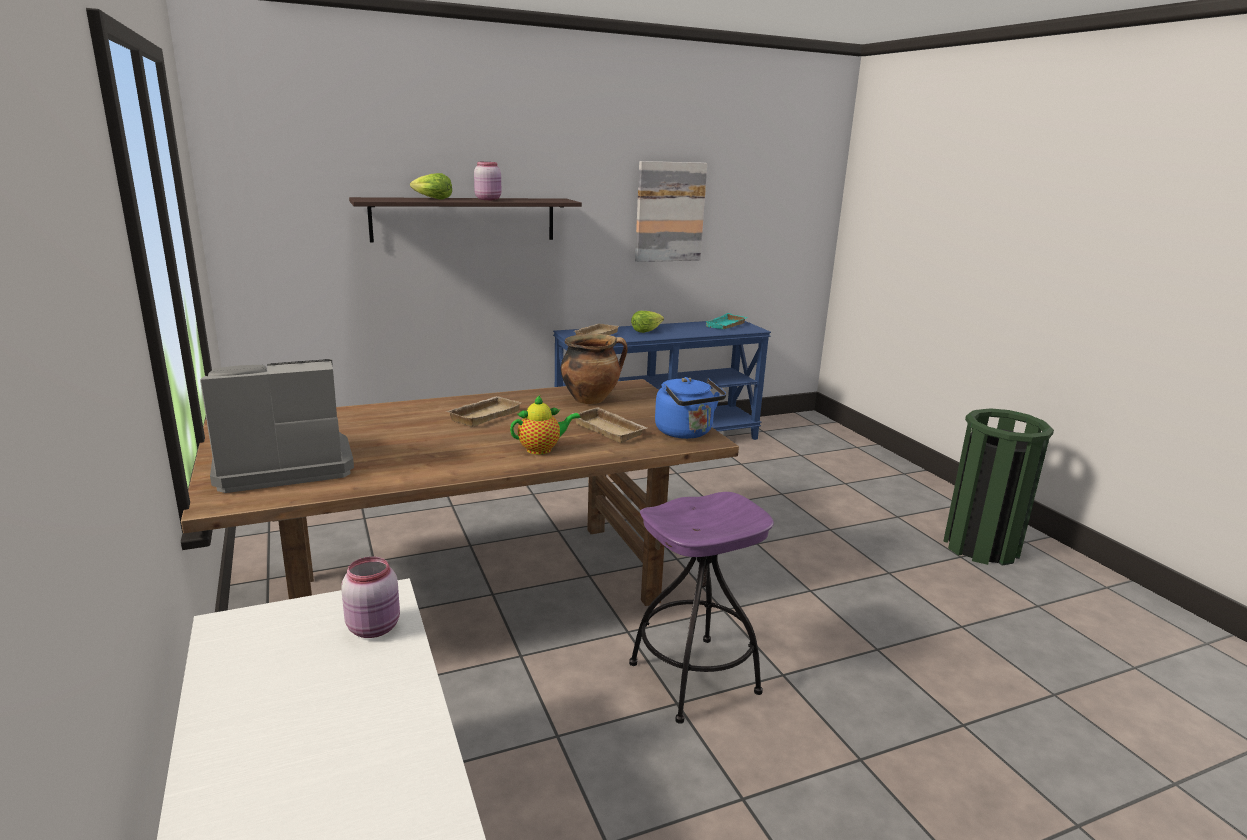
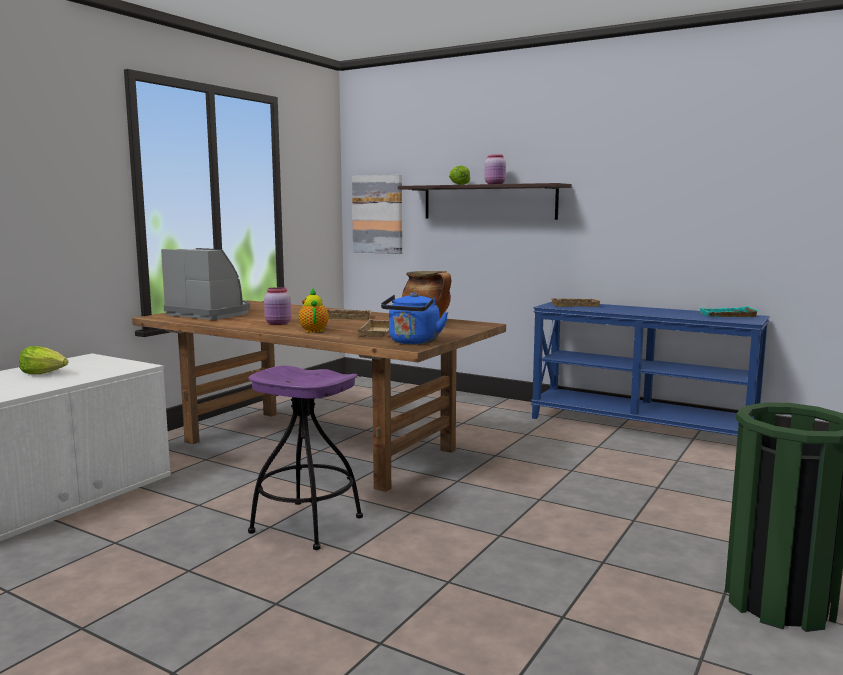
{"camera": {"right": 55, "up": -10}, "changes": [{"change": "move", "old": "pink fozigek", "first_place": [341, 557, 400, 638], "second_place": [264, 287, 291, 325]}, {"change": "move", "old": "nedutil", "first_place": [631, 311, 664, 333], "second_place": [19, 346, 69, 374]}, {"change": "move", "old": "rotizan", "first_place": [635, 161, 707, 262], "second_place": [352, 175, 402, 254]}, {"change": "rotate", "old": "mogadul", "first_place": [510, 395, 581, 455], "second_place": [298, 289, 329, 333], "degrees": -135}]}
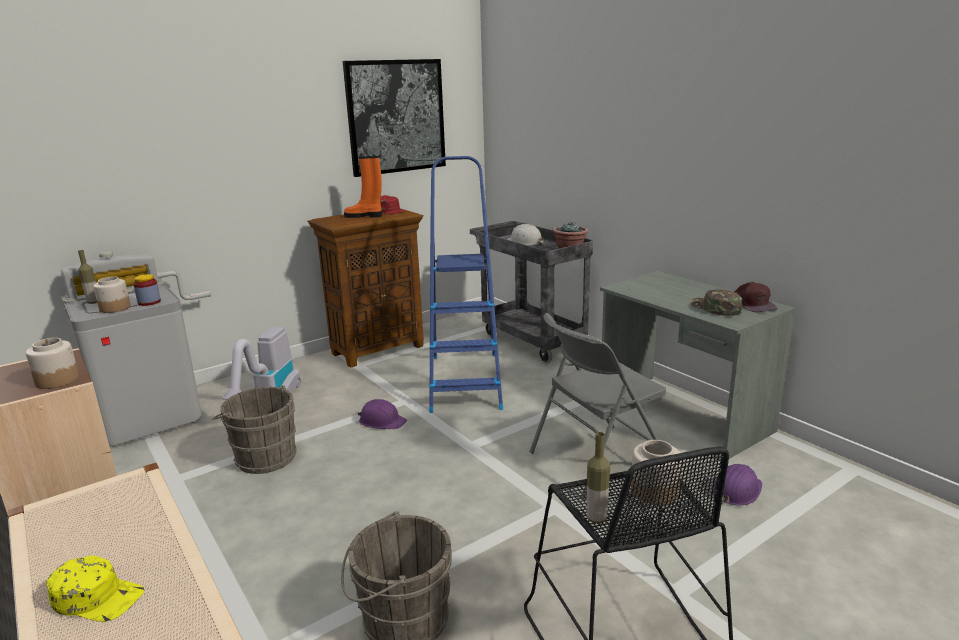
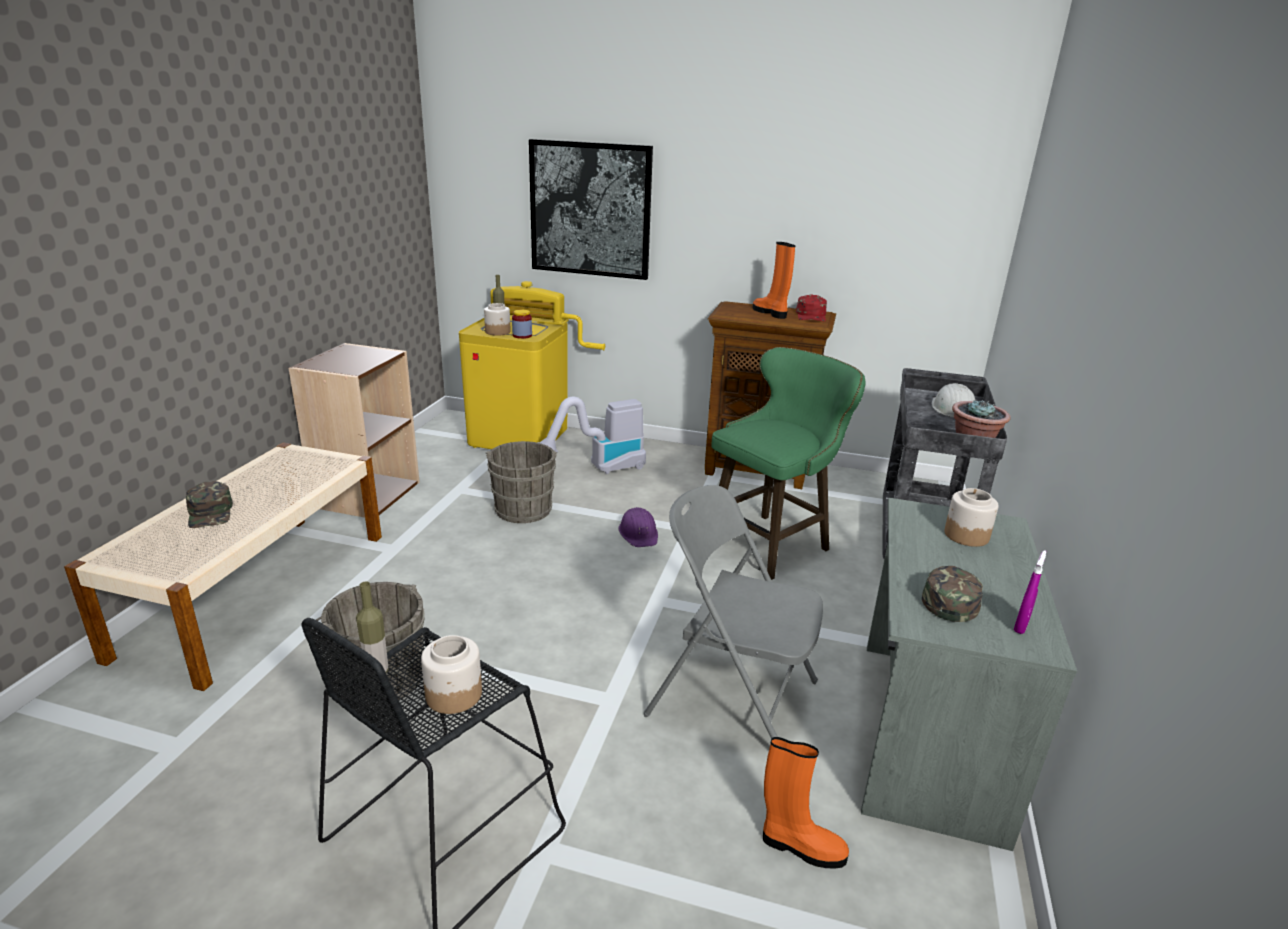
{"camera": {"right": 50, "up": 5}, "changes": [{"change": "move", "old": "fozigek", "first_place": [26, 338, 79, 389], "second_place": [944, 488, 999, 547]}, {"change": "move", "old": "rotizan", "first_place": [343, 59, 446, 177], "second_place": [529, 139, 653, 280]}, {"change": "replace", "old": "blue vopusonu", "new": "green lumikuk", "first_place": [429, 156, 503, 413], "second_place": [712, 347, 866, 580]}, {"change": "replace", "old": "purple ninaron", "new": "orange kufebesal", "first_place": [713, 464, 762, 506], "second_place": [763, 737, 849, 868]}, {"change": "replace", "old": "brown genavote", "new": "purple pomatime", "first_place": [735, 282, 778, 312], "second_place": [1014, 550, 1046, 634]}, {"change": "recolor", "old": "yellow genavote", "new": "green genavote", "first_place": [46, 555, 145, 622], "second_place": [186, 481, 233, 528]}, {"change": "recolor", "old": "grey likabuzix", "new": "yellow likabuzix", "first_place": [61, 251, 211, 447], "second_place": [459, 281, 605, 449]}]}
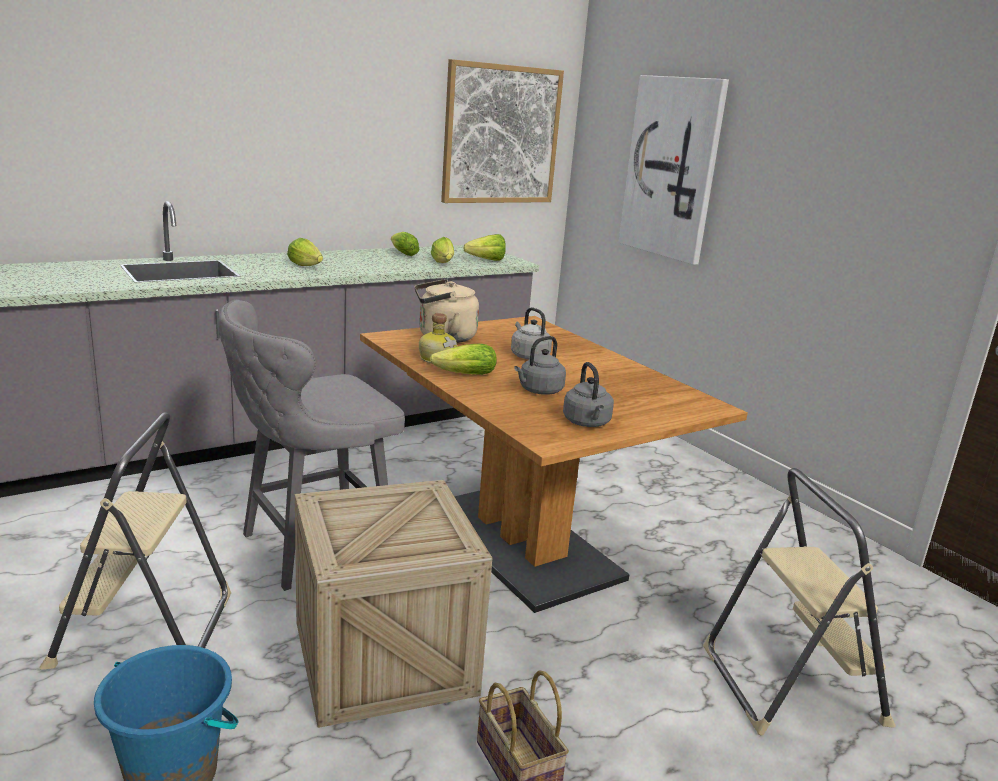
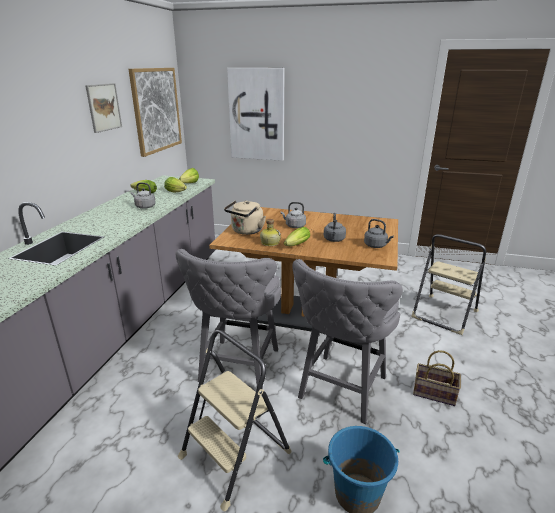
{"camera": {"right": -40, "up": 5}, "changes": [{"change": "delete", "old": "nedutil", "first_place": [287, 238, 323, 266]}, {"change": "insert", "new": "rotizan", "second_place": [85, 83, 122, 133]}, {"change": "insert", "new": "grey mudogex", "second_place": [131, 183, 156, 209]}, {"change": "replace", "old": "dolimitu", "new": "grey lumikuk", "first_place": [295, 480, 492, 728], "second_place": [292, 259, 403, 424]}]}
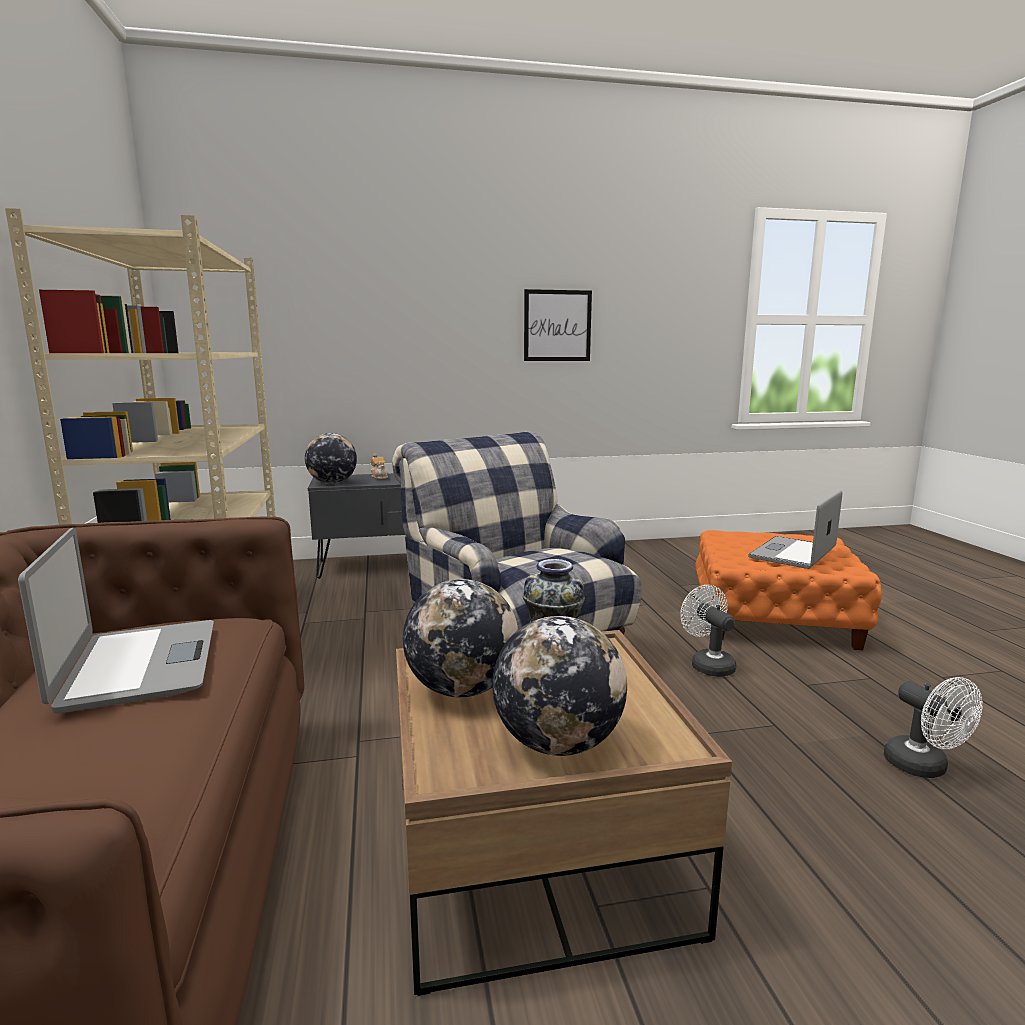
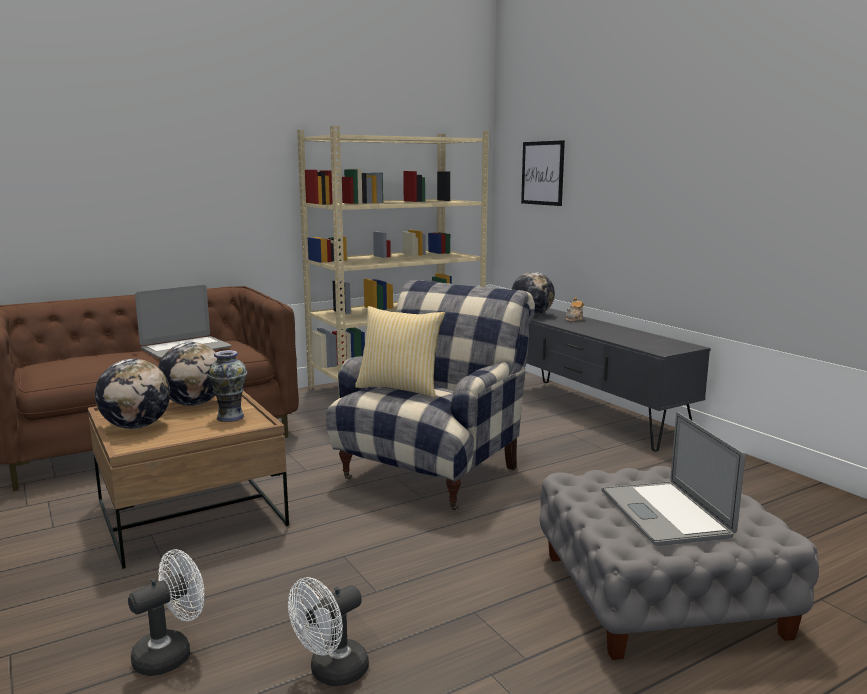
{"camera": {"right": 70, "up": 0}, "changes": [{"change": "insert", "new": "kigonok", "second_place": [355, 306, 445, 398]}, {"change": "move", "old": "rotizan", "first_place": [524, 289, 592, 361], "second_place": [521, 140, 565, 206]}, {"change": "move", "old": "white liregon", "first_place": [680, 585, 736, 677], "second_place": [128, 549, 204, 676]}, {"change": "recolor", "old": "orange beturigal", "new": "grey beturigal", "first_place": [695, 530, 882, 650], "second_place": [539, 466, 819, 660]}, {"change": "rotate", "old": "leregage", "first_place": [748, 490, 842, 569], "second_place": [601, 412, 745, 546], "degrees": -120}]}
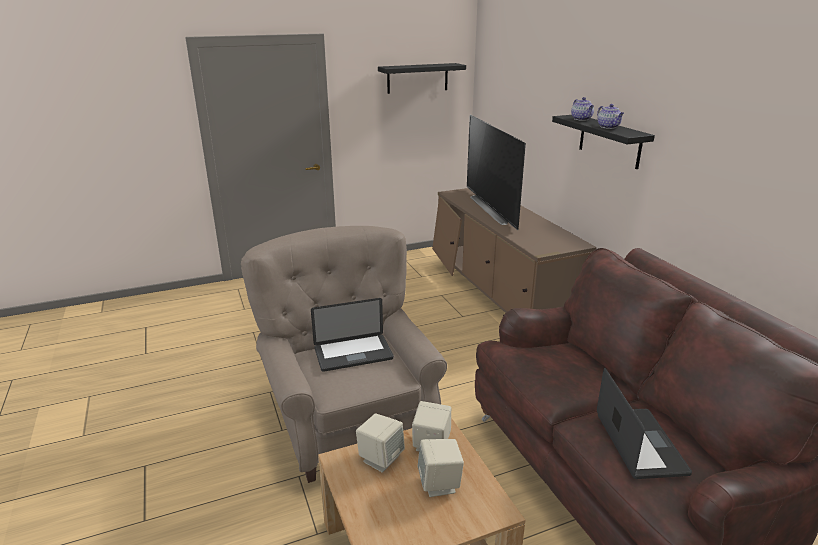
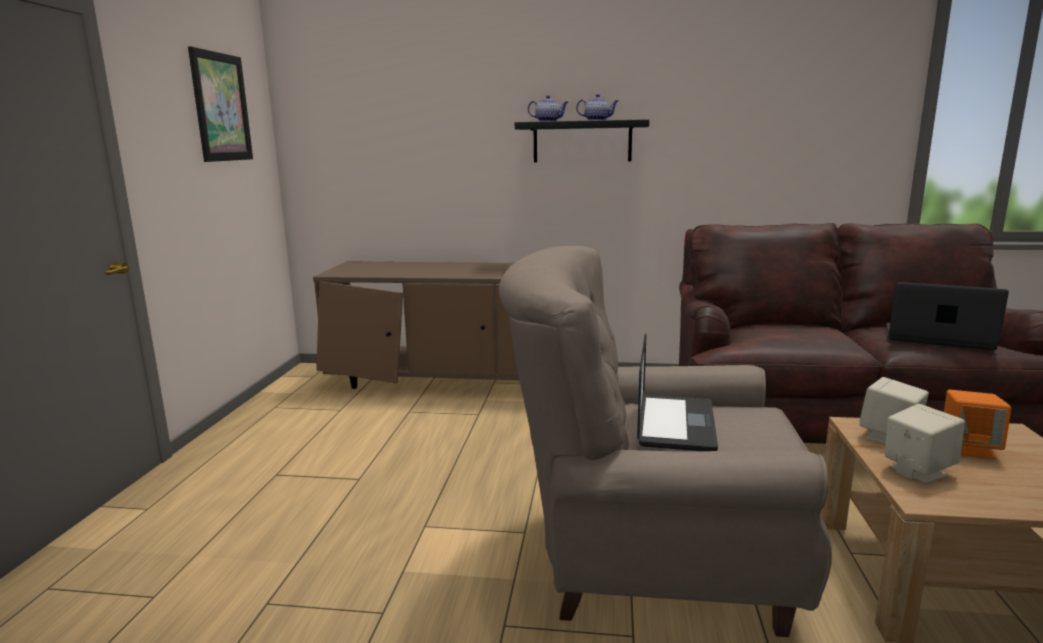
{"camera": {"right": -60, "up": -10}, "changes": [{"change": "delete", "old": "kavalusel", "first_place": [467, 115, 526, 230]}, {"change": "replace", "old": "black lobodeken", "new": "rotizan", "first_place": [378, 63, 466, 94], "second_place": [188, 46, 253, 162]}, {"change": "recolor", "old": "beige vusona", "new": "orange vusona", "first_place": [418, 439, 464, 497], "second_place": [944, 390, 1012, 459]}]}
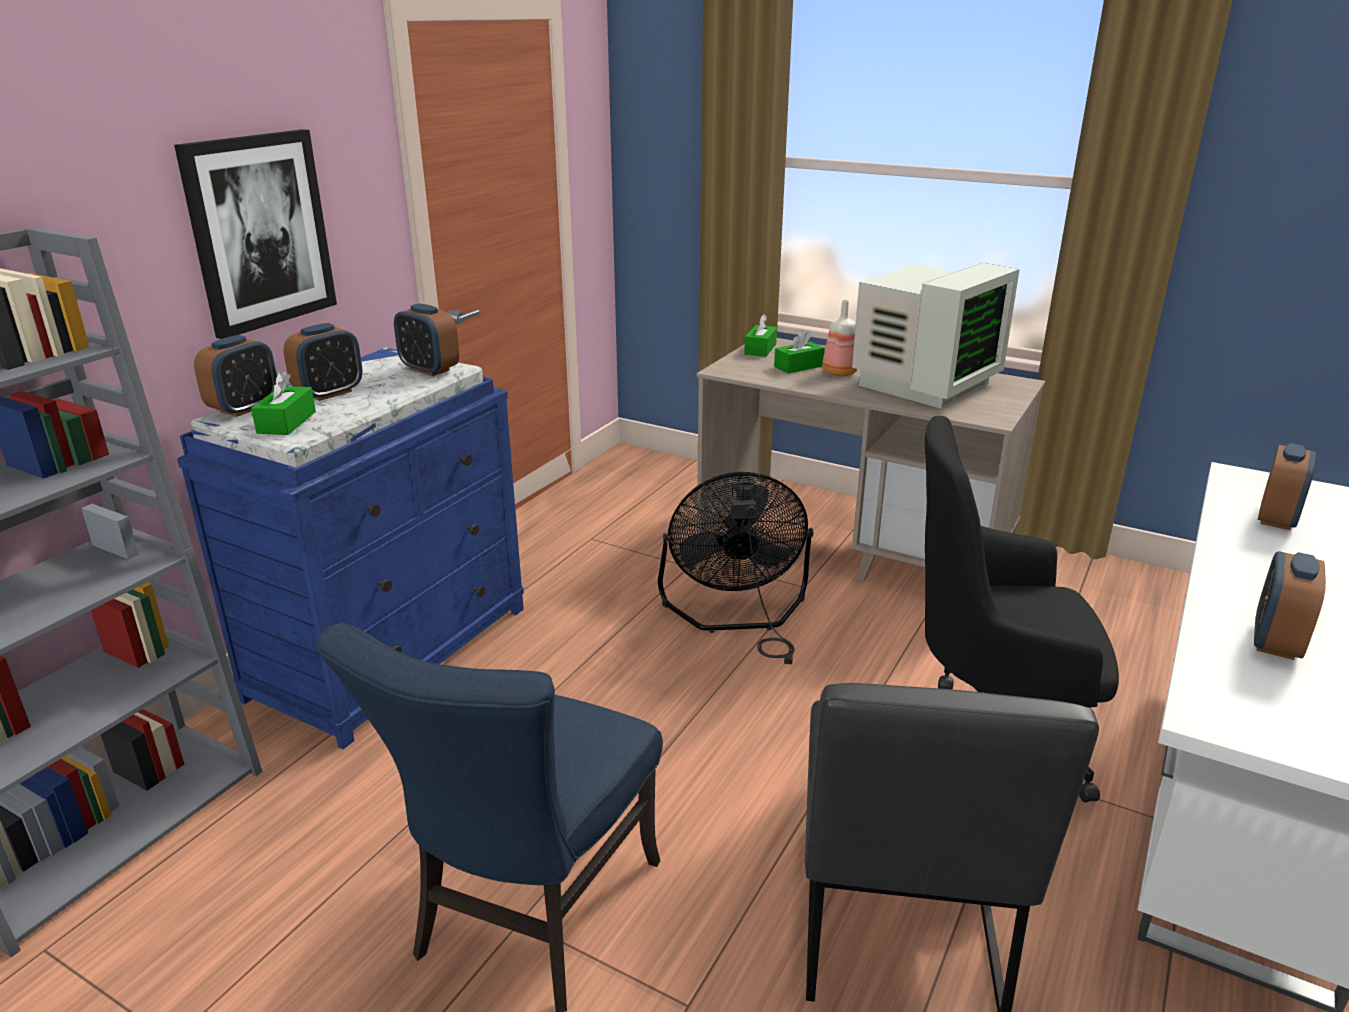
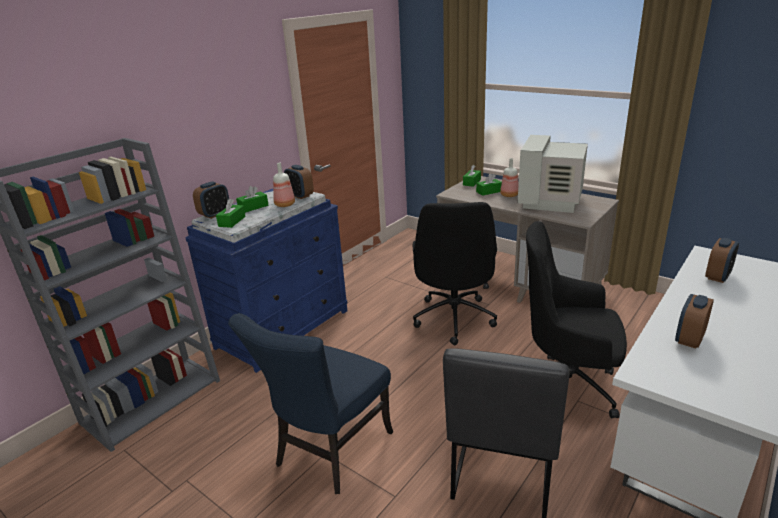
{"camera": {"right": 10, "up": 0}, "changes": [{"change": "delete", "old": "rotizan", "first_place": [174, 129, 337, 339]}, {"change": "insert", "new": "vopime", "second_place": [273, 163, 295, 207]}, {"change": "replace", "old": "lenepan", "new": "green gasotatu", "first_place": [284, 323, 363, 401], "second_place": [236, 186, 268, 213]}, {"change": "replace", "old": "black liregon", "new": "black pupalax", "first_place": [658, 472, 813, 664], "second_place": [413, 202, 497, 345]}, {"change": "rotate", "old": "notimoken", "first_place": [852, 263, 1020, 409], "second_place": [518, 135, 588, 213], "degrees": 150}]}
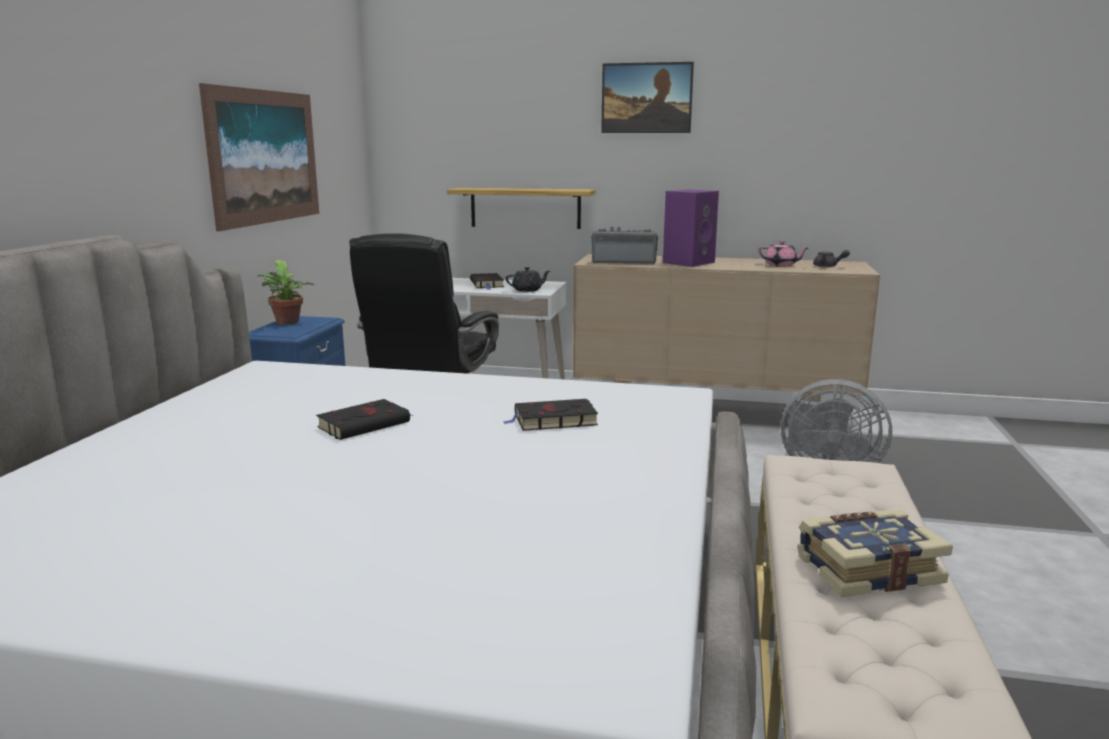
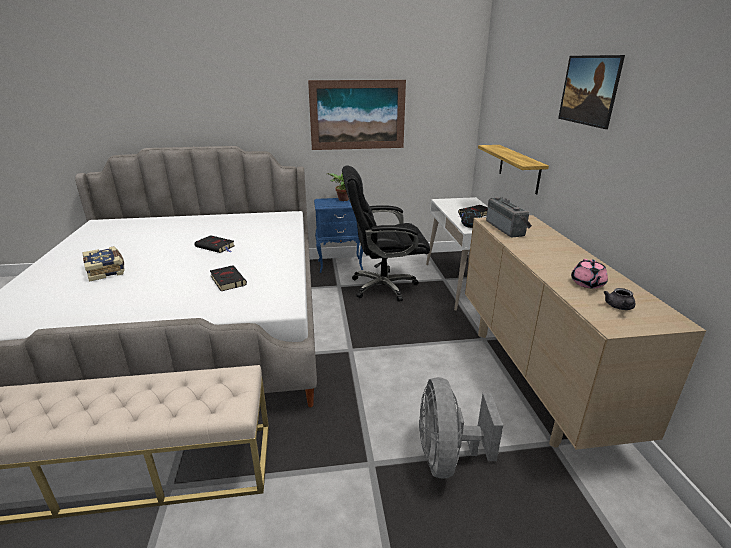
{"camera": {"right": 70, "up": 10}, "changes": [{"change": "delete", "old": "purple vusona", "first_place": [663, 189, 719, 267]}, {"change": "move", "old": "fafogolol", "first_place": [797, 510, 953, 597], "second_place": [82, 246, 124, 282]}]}
